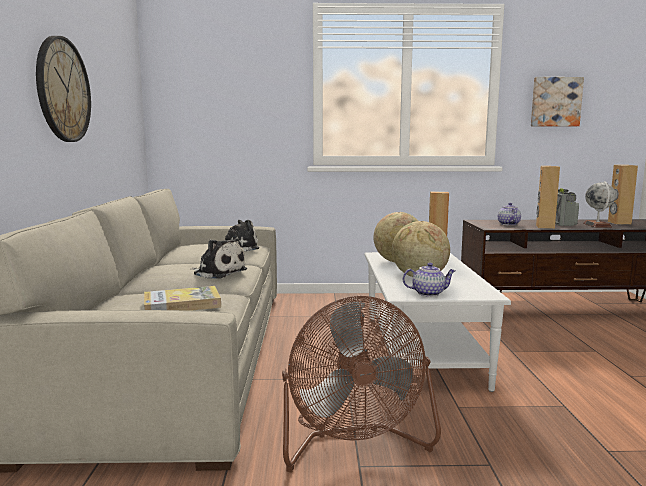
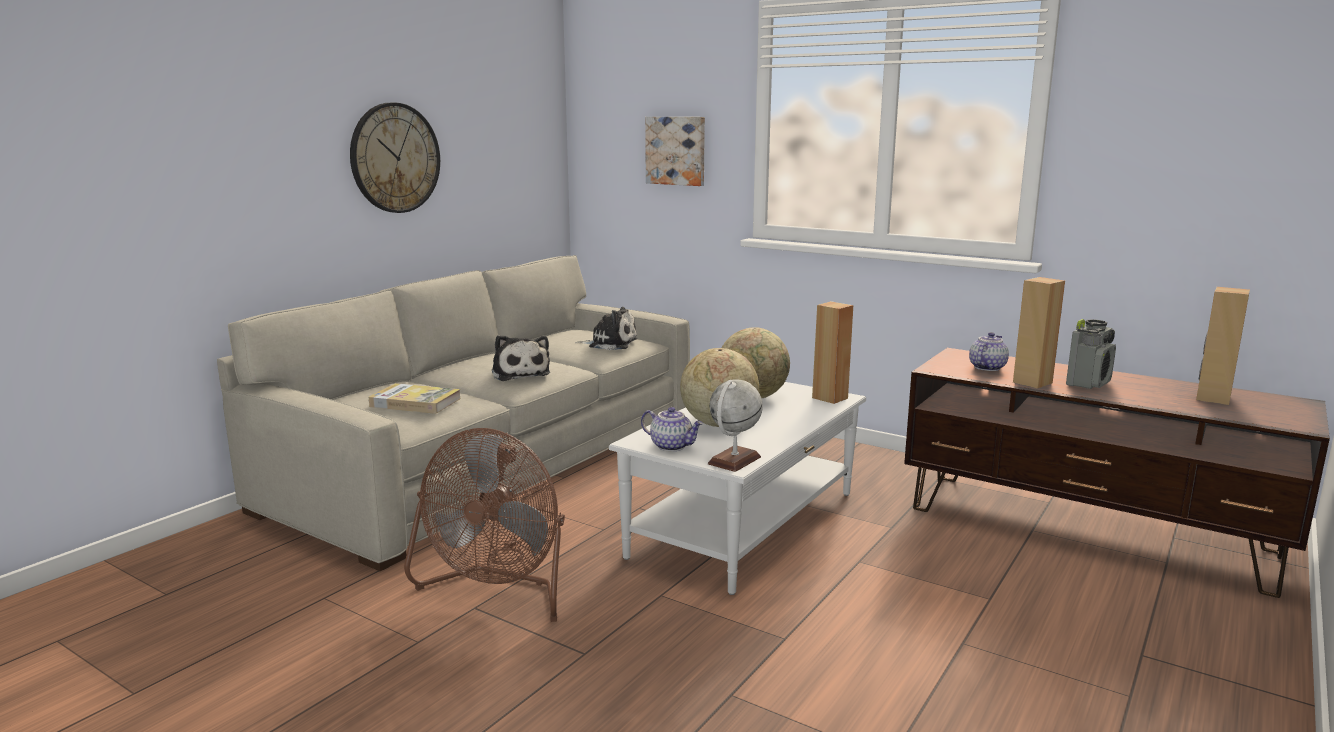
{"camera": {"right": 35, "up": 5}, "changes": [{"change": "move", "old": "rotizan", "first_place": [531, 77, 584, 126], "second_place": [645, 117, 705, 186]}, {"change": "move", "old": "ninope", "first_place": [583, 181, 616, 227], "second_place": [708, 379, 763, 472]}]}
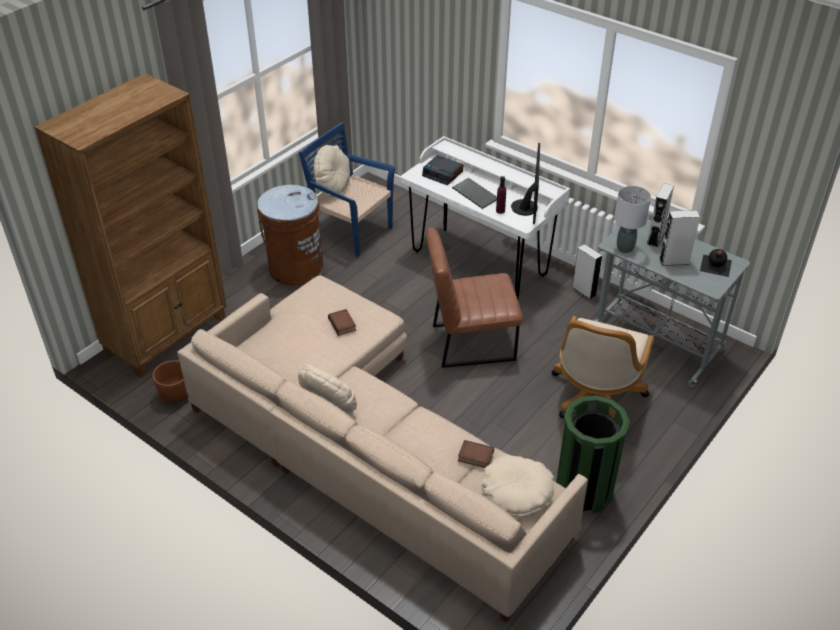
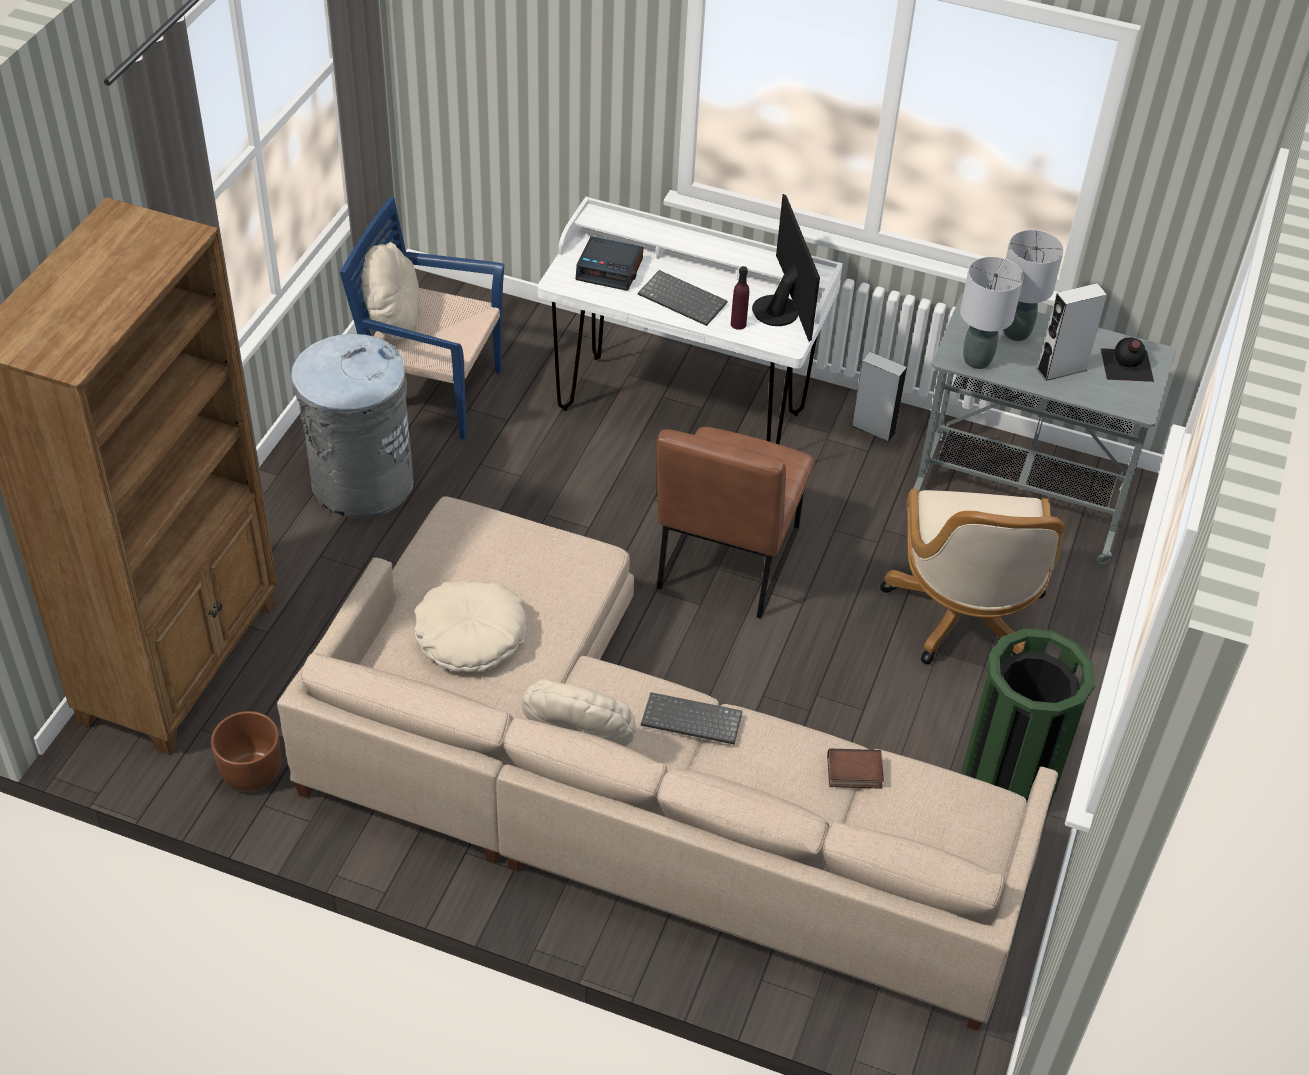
{"camera": {"right": -20, "up": 5}, "changes": [{"change": "delete", "old": "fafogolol", "first_place": [328, 309, 356, 336]}, {"change": "insert", "new": "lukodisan", "second_place": [641, 692, 743, 744]}, {"change": "move", "old": "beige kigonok", "first_place": [482, 455, 554, 518], "second_place": [414, 581, 527, 672]}, {"change": "replace", "old": "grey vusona", "new": "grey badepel", "first_place": [647, 183, 674, 247], "second_place": [1003, 230, 1064, 341]}, {"change": "recolor", "old": "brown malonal", "new": "grey malonal", "first_place": [257, 185, 323, 285], "second_place": [291, 334, 414, 518]}, {"change": "rotate", "old": "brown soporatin", "first_place": [426, 228, 522, 368], "second_place": [656, 427, 814, 619], "degrees": -45}]}
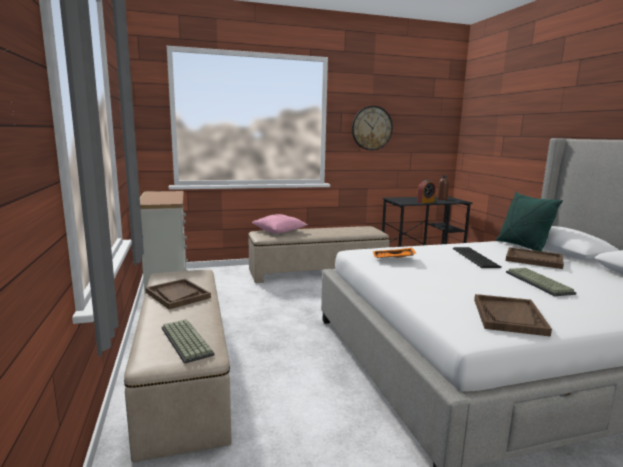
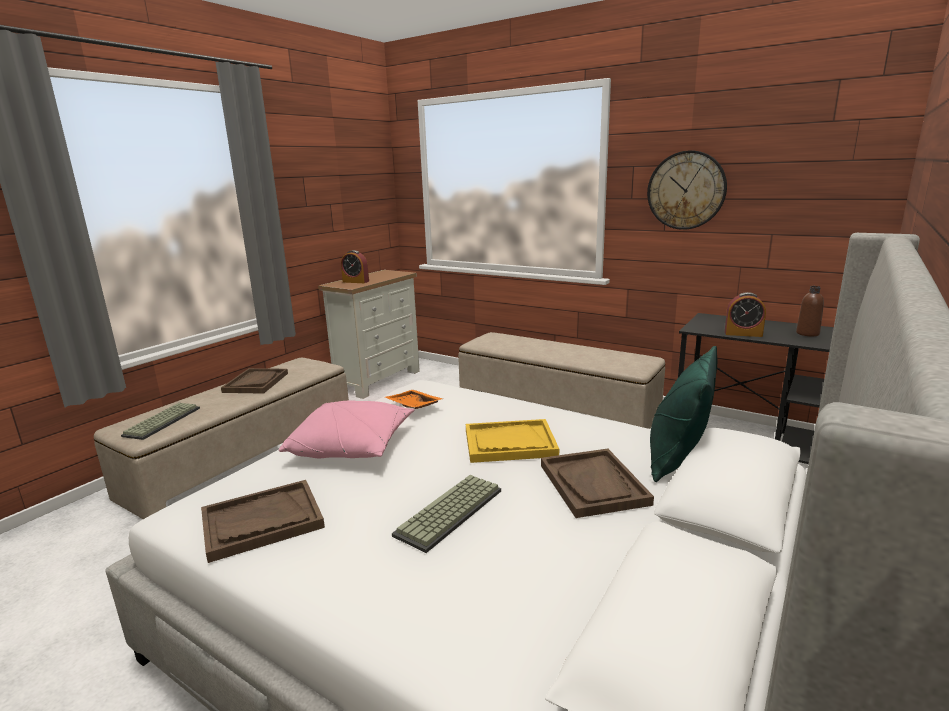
{"camera": {"right": 50, "up": 5}, "changes": [{"change": "insert", "new": "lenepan", "second_place": [341, 250, 369, 283]}, {"change": "move", "old": "pink kigonok", "first_place": [252, 214, 308, 234], "second_place": [279, 400, 414, 458]}, {"change": "replace", "old": "lukodisan", "new": "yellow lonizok", "first_place": [453, 247, 502, 268], "second_place": [466, 419, 559, 463]}]}
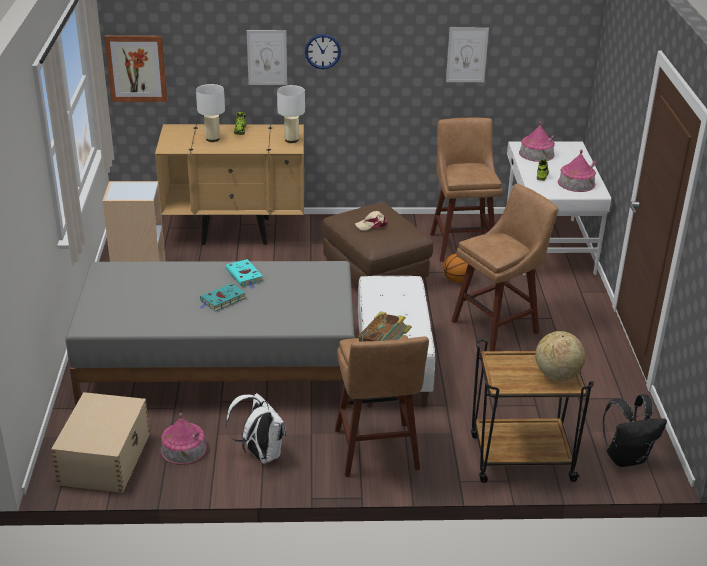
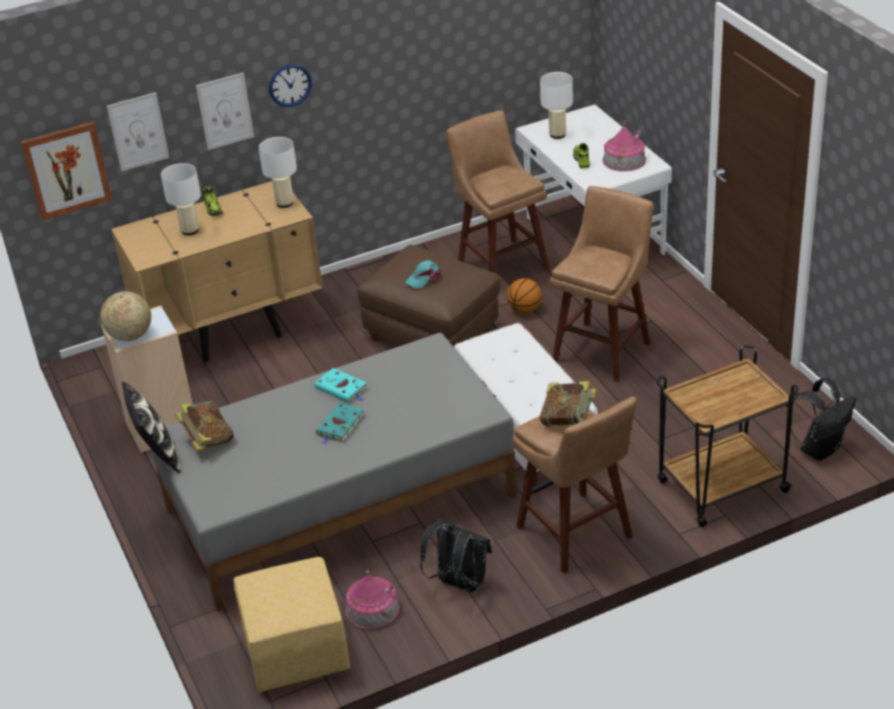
{"camera": {"right": -20, "up": 5}, "changes": [{"change": "insert", "new": "kigonok", "second_place": [122, 381, 181, 473]}, {"change": "insert", "new": "fafogolol", "second_place": [175, 401, 234, 451]}, {"change": "move", "old": "rotizan", "first_place": [446, 27, 489, 82], "second_place": [107, 92, 169, 171]}, {"change": "move", "old": "ninope", "first_place": [535, 331, 585, 381], "second_place": [100, 291, 151, 341]}, {"change": "replace", "old": "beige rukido", "new": "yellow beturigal", "first_place": [51, 392, 150, 493], "second_place": [234, 557, 350, 692]}, {"change": "replace", "old": "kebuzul", "new": "white badepel", "first_place": [519, 121, 555, 162], "second_place": [540, 72, 573, 139]}, {"change": "recolor", "old": "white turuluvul", "new": "black turuluvul", "first_place": [226, 393, 286, 464], "second_place": [420, 518, 492, 592]}, {"change": "recolor", "old": "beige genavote", "new": "turquoise genavote", "first_place": [355, 211, 387, 231], "second_place": [405, 260, 441, 289]}]}
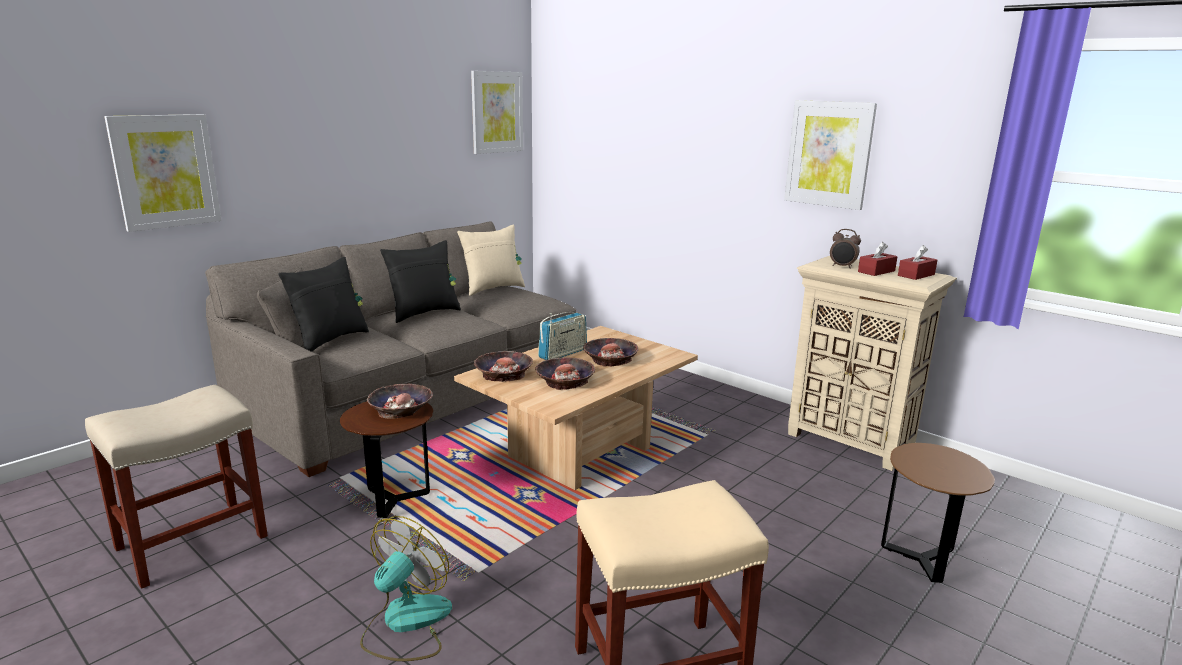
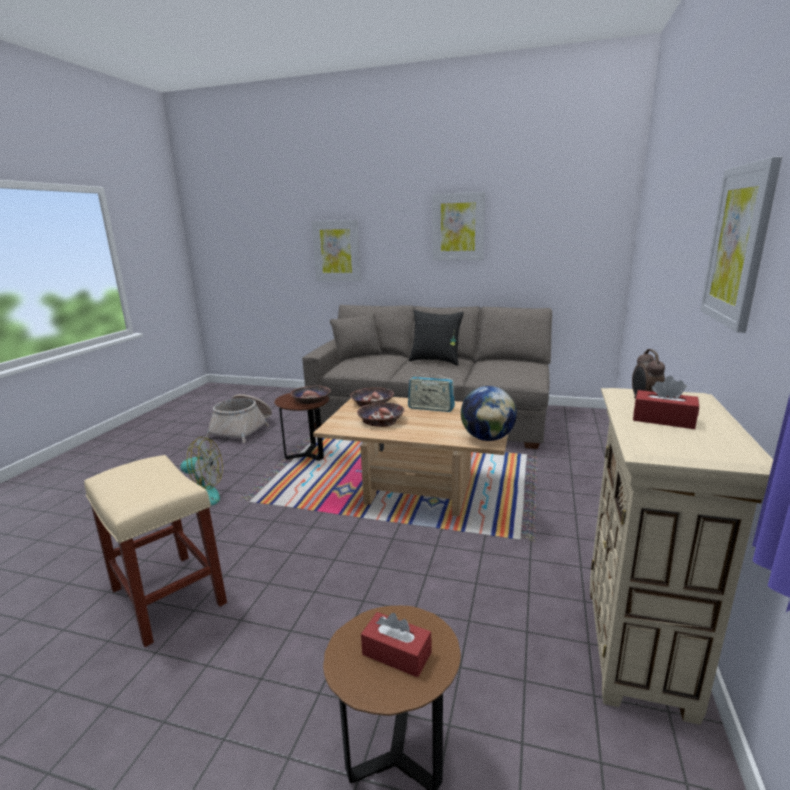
{"camera": {"right": 65, "up": 0}, "changes": [{"change": "delete", "old": "black kigonok", "first_place": [278, 257, 369, 352]}, {"change": "delete", "old": "beige kigonok", "first_place": [457, 225, 525, 296]}, {"change": "delete", "old": "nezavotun", "first_place": [583, 338, 639, 367]}, {"change": "insert", "new": "ninope", "second_place": [461, 386, 517, 441]}, {"change": "move", "old": "rotizan", "first_place": [471, 71, 523, 154], "second_place": [432, 192, 485, 260]}, {"change": "move", "old": "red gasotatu", "first_place": [898, 245, 937, 280], "second_place": [361, 612, 431, 677]}, {"change": "replace", "old": "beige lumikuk", "new": "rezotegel", "first_place": [85, 385, 268, 589], "second_place": [206, 394, 272, 443]}]}
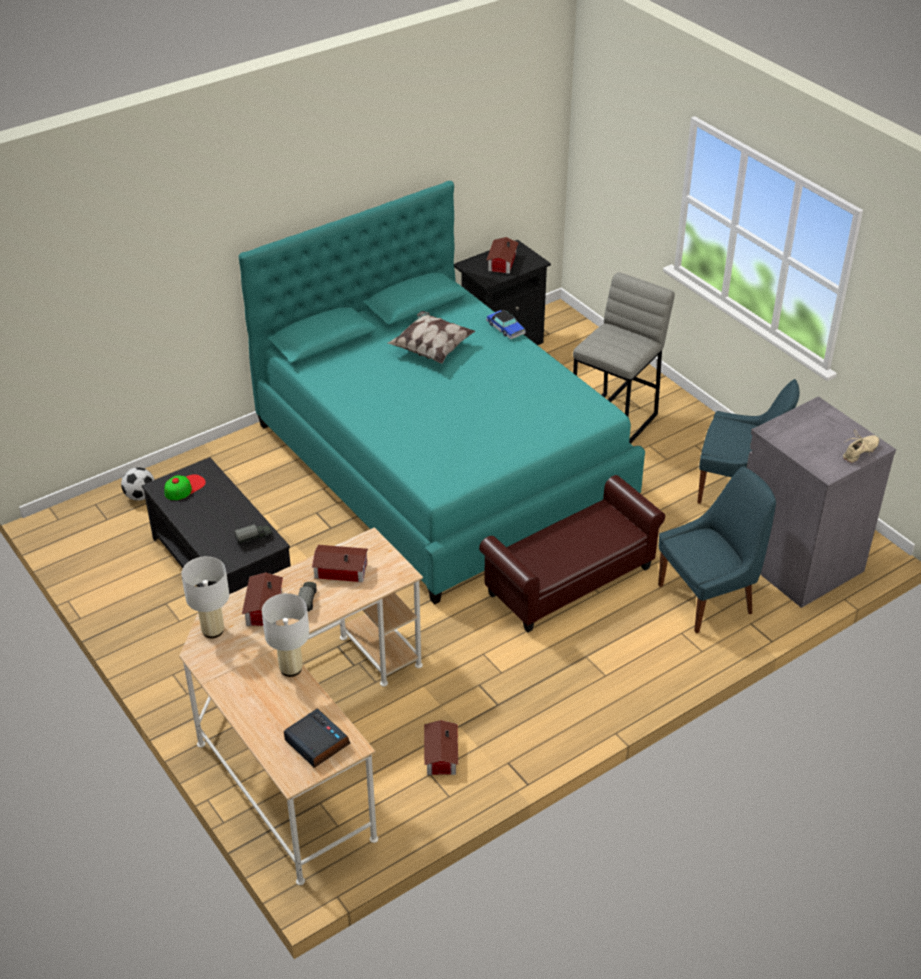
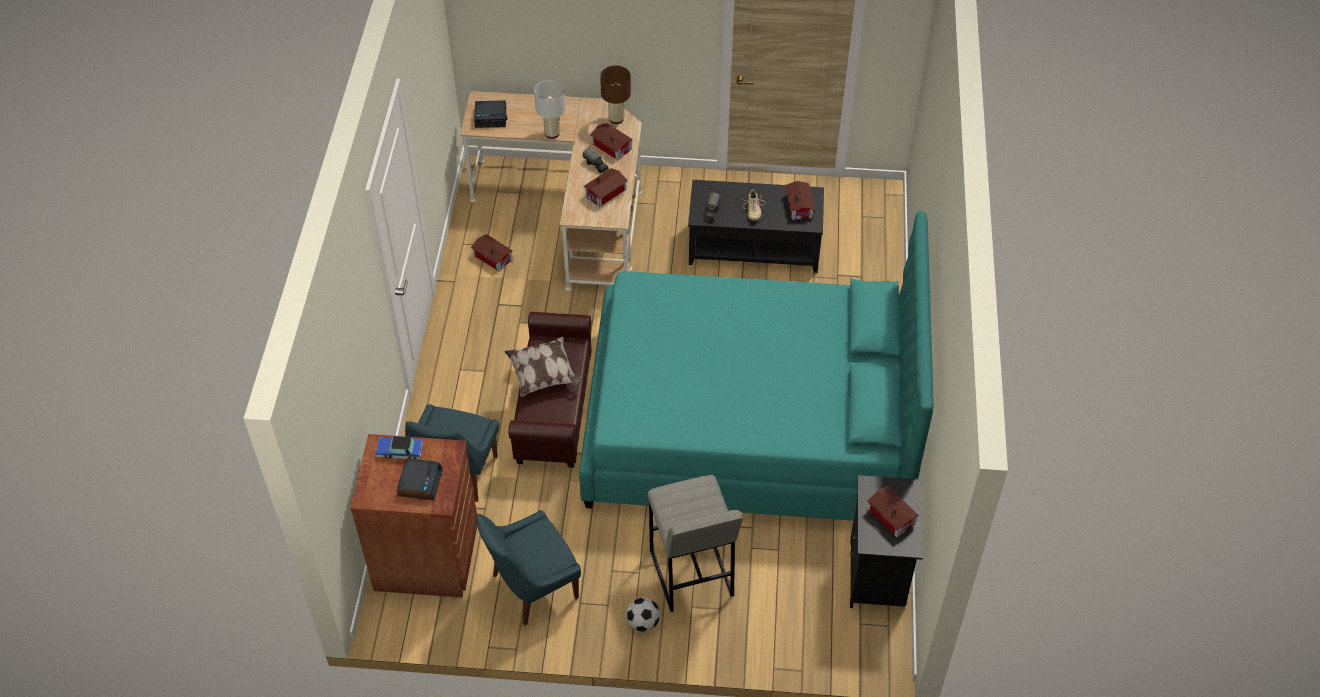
{"camera": {"right": 130, "up": 10}, "changes": [{"change": "insert", "new": "lenepan", "second_place": [397, 458, 443, 500]}, {"change": "move", "old": "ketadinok", "first_place": [121, 467, 154, 501], "second_place": [626, 597, 660, 632]}, {"change": "move", "old": "kigonok", "first_place": [388, 311, 475, 363], "second_place": [504, 337, 582, 397]}, {"change": "move", "old": "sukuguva", "first_place": [486, 310, 526, 339], "second_place": [376, 436, 424, 459]}, {"change": "move", "old": "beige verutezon", "first_place": [843, 430, 880, 463], "second_place": [743, 189, 765, 221]}, {"change": "replace", "old": "genavote", "new": "kebuzul", "first_place": [164, 474, 206, 500], "second_place": [785, 181, 815, 220]}, {"change": "recolor", "old": "white badepel", "new": "brown badepel", "first_place": [181, 556, 229, 638], "second_place": [600, 65, 631, 124]}, {"change": "recolor", "old": "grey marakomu", "new": "brown marakomu", "first_place": [747, 396, 896, 608], "second_place": [350, 434, 477, 598]}]}
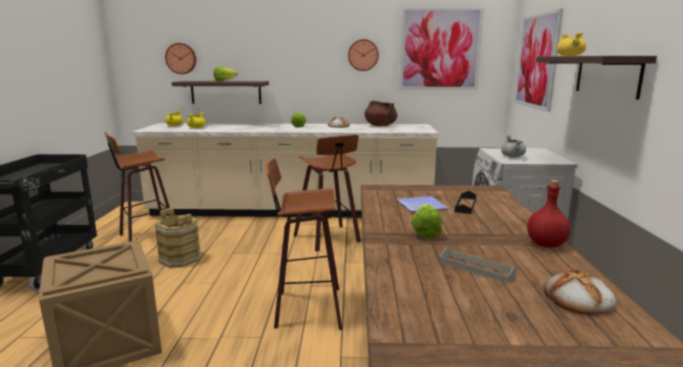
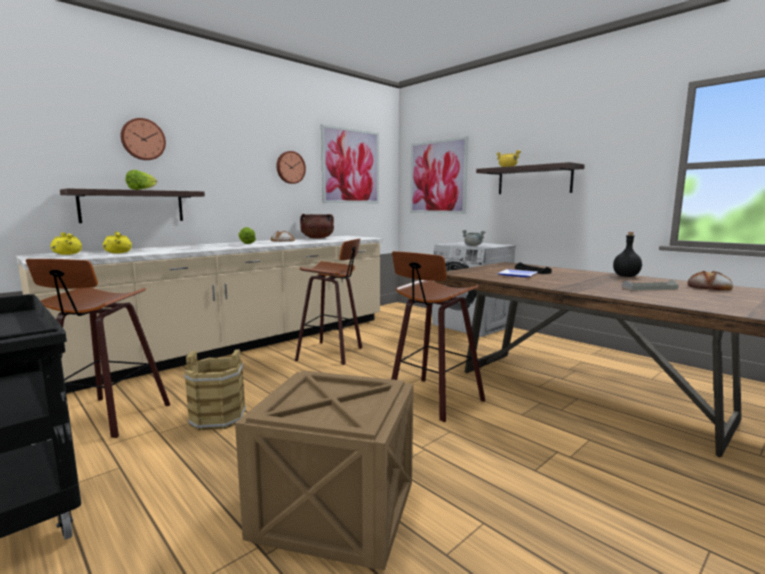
{"camera": {"right": -45, "up": -5}, "changes": [{"change": "delete", "old": "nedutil", "first_place": [411, 204, 442, 238]}, {"change": "move", "old": "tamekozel", "first_place": [165, 43, 196, 74], "second_place": [121, 118, 166, 160]}, {"change": "recolor", "old": "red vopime", "new": "black vopime", "first_place": [527, 180, 570, 248], "second_place": [613, 232, 642, 277]}]}
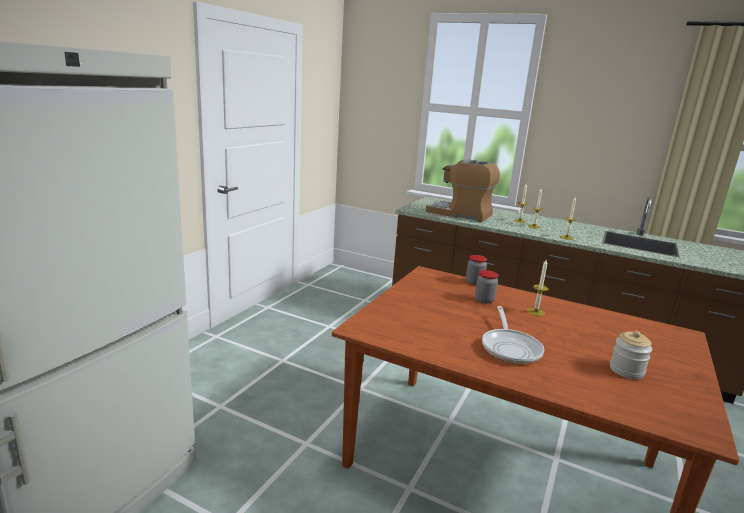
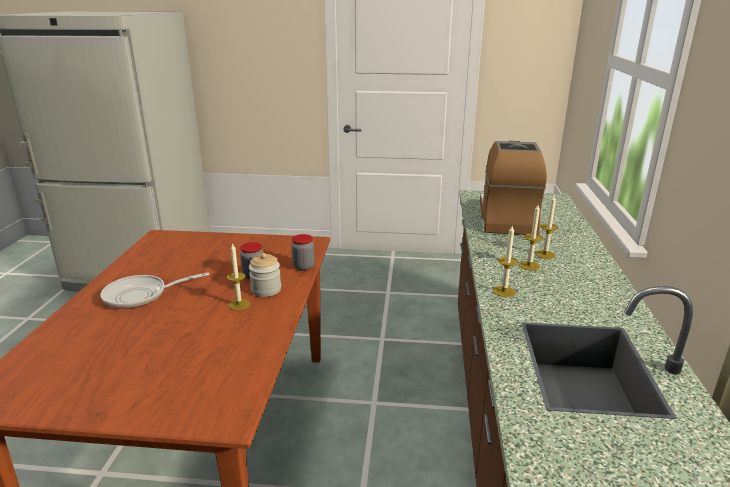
{"camera": {"right": 70, "up": 5}, "changes": [{"change": "move", "old": "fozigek", "first_place": [610, 331, 652, 379], "second_place": [249, 253, 281, 297]}]}
